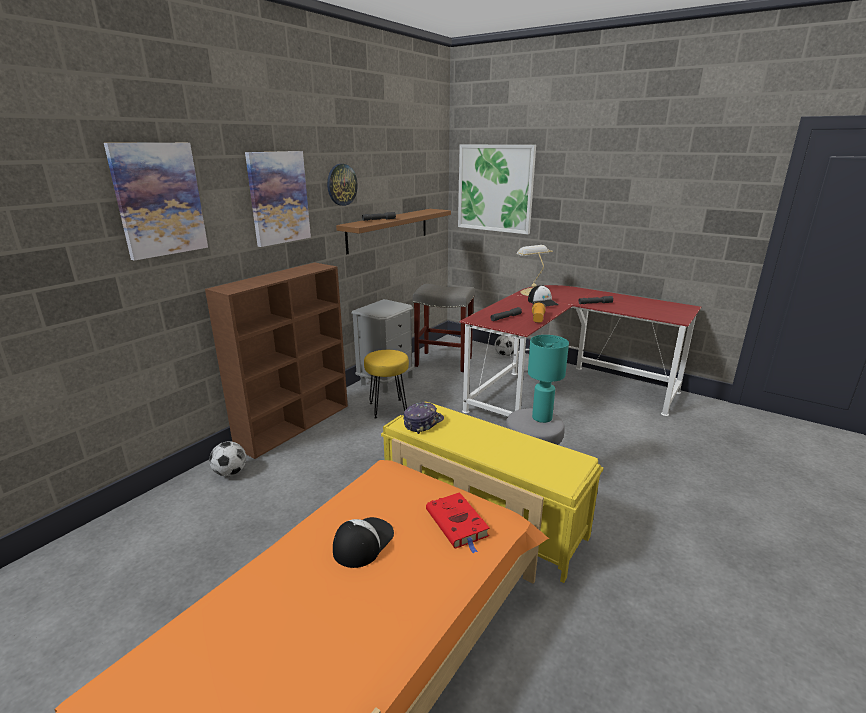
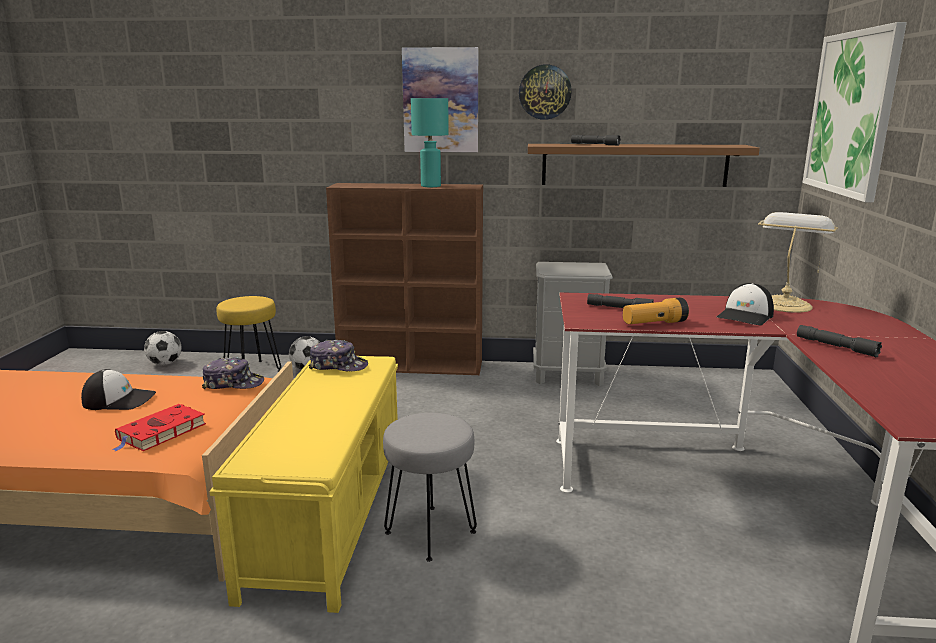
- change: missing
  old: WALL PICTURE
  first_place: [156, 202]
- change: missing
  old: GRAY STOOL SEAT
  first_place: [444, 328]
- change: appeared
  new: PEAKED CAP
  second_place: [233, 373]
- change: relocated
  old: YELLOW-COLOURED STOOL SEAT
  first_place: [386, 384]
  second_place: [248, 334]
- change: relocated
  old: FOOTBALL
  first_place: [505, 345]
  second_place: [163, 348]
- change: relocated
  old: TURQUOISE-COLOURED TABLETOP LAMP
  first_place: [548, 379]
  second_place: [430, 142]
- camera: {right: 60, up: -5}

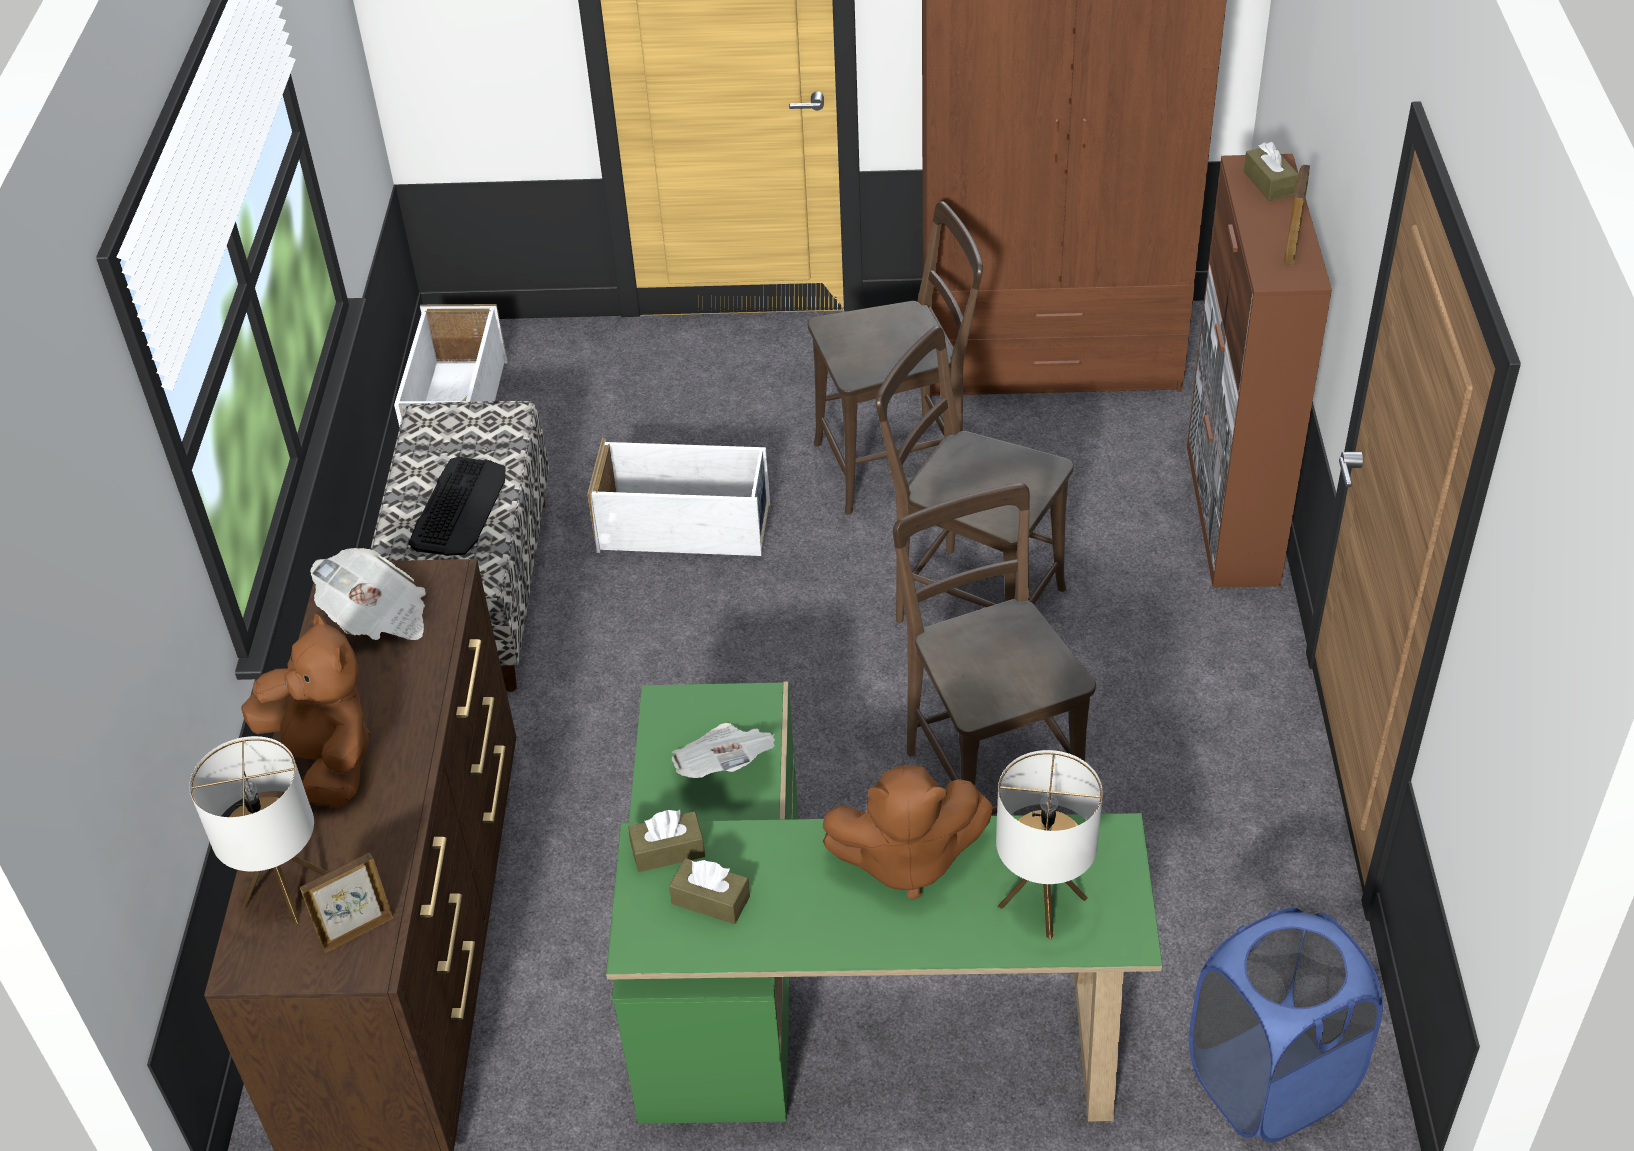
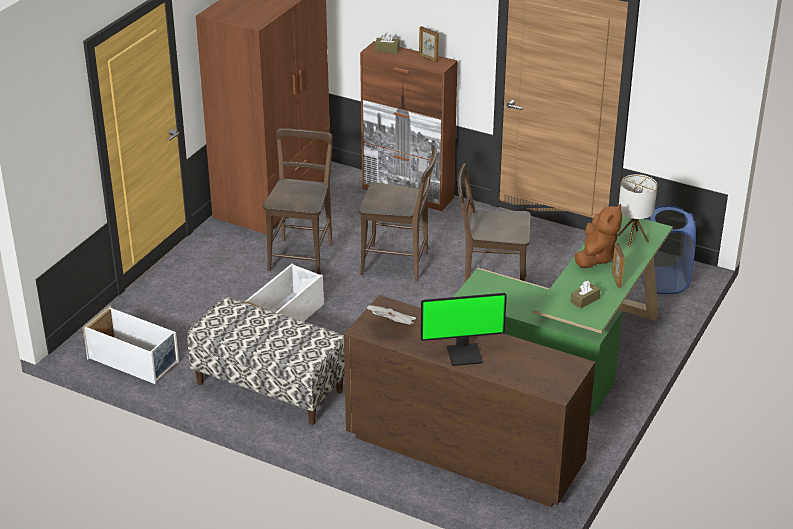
- change: missing
  old: TABLETOP LAMP
  first_place: [259, 830]
- change: missing
  old: PC KEYBOARD
  first_place: [457, 506]
- change: missing
  old: BROWN-COLOURED TISSUE BOX
  first_place: [666, 841]
- change: missing
  old: NEWSPAPER
  first_place: [723, 750]
- change: relocated
  old: PICTURE FRAME
  first_place: [346, 903]
  second_place: [618, 265]
- change: exchanged
  old: BROWN-COLOURED CUDDLY TOY
  new: MONITOR
  first_place: [305, 710]
  second_place: [464, 329]
- change: spun
  old: BROWN-COLOURED PLAIN CHAIR
  first_place: [974, 474]
  second_place: [398, 213]
  degrees: -135
- camera: {right: -65, up: -10}

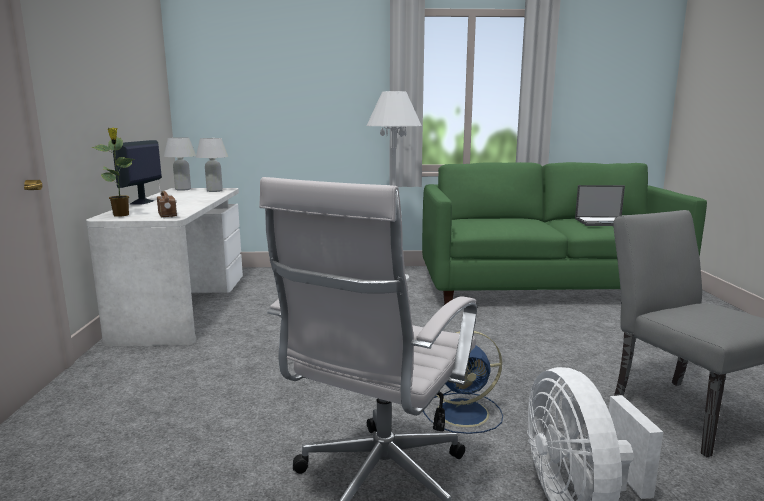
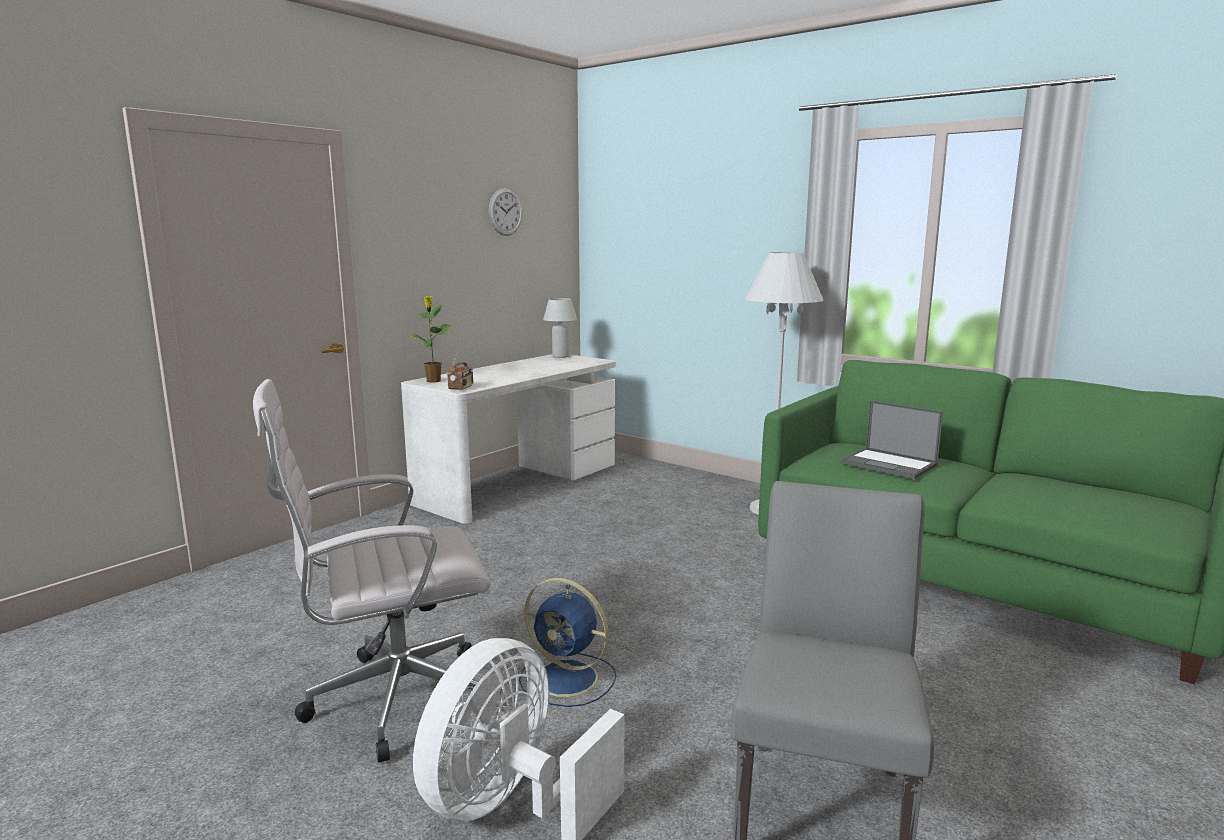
- change: missing
  old: MONITOR
  first_place: [137, 172]
- change: missing
  old: WHITE TABLETOP LAMP
  first_place: [212, 165]
- change: appeared
  new: CLOCK ON THE WALL
  second_place: [505, 212]
- change: relocated
  old: NOTEBOOK COMPUTER
  first_place: [600, 205]
  second_place: [892, 439]
- camera: {right: 40, up: 0}

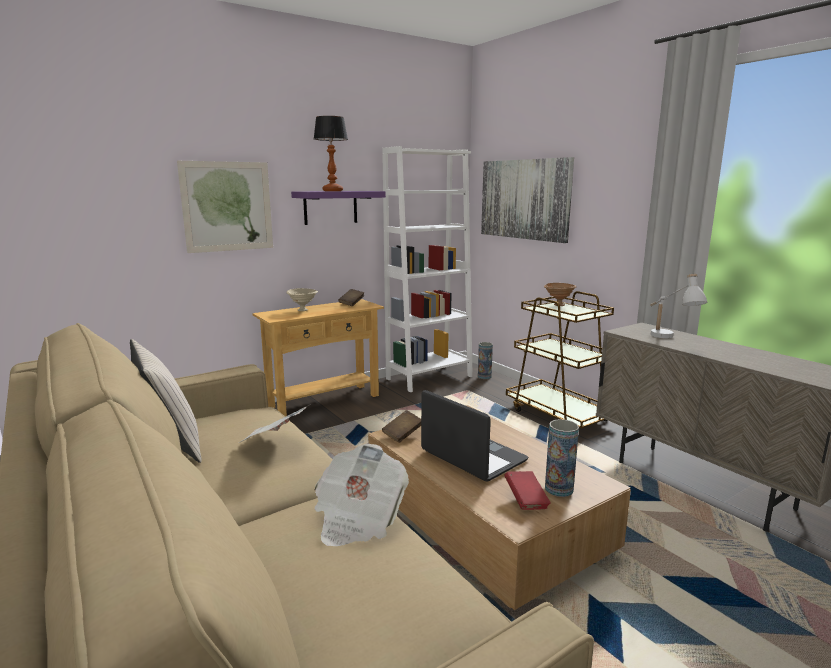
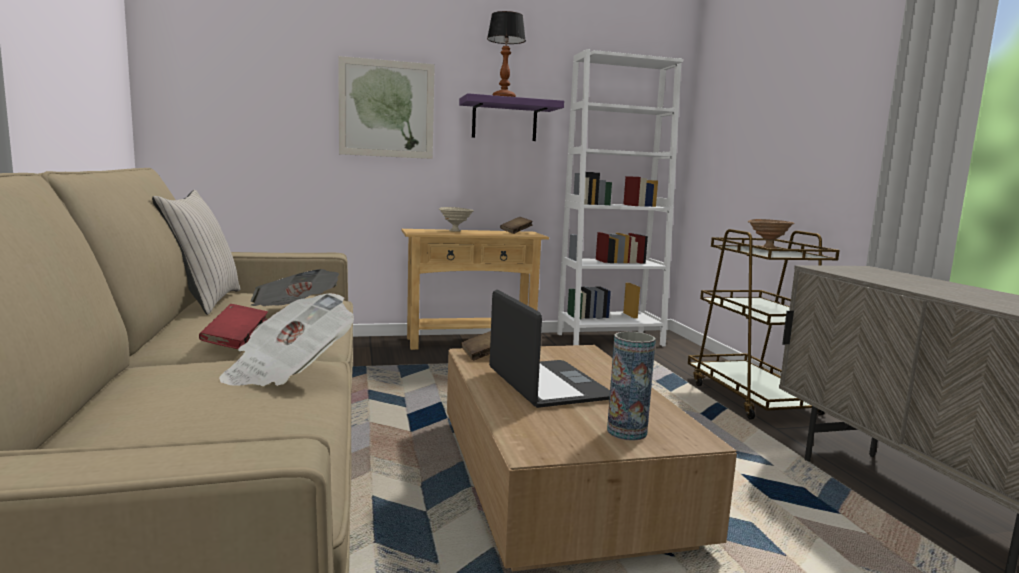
- change: missing
  old: VASE
  first_place: [485, 360]
- change: missing
  old: WALL PICTURE
  first_place: [527, 200]
- change: missing
  old: WHITE TABLETOP LAMP
  first_place: [679, 306]
- change: relocated
  old: REDDISH BOOK
  first_place: [527, 490]
  second_place: [233, 326]
- camera: {right: 20, up: -5}

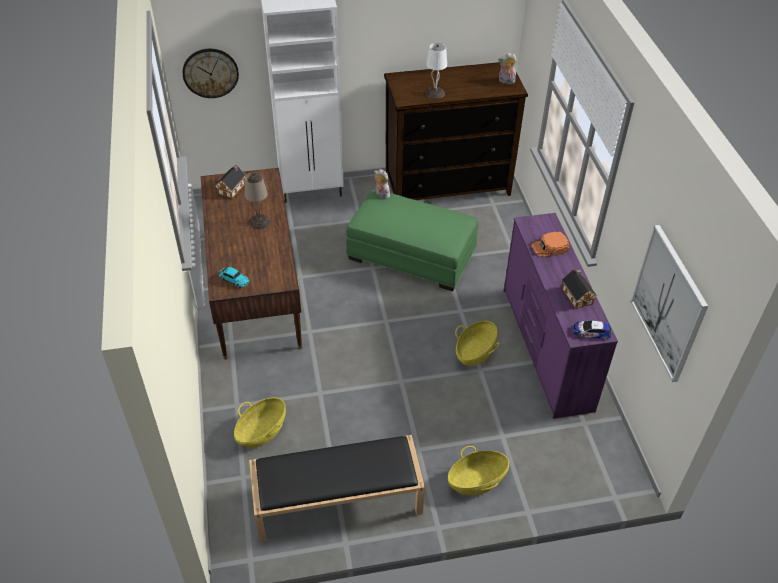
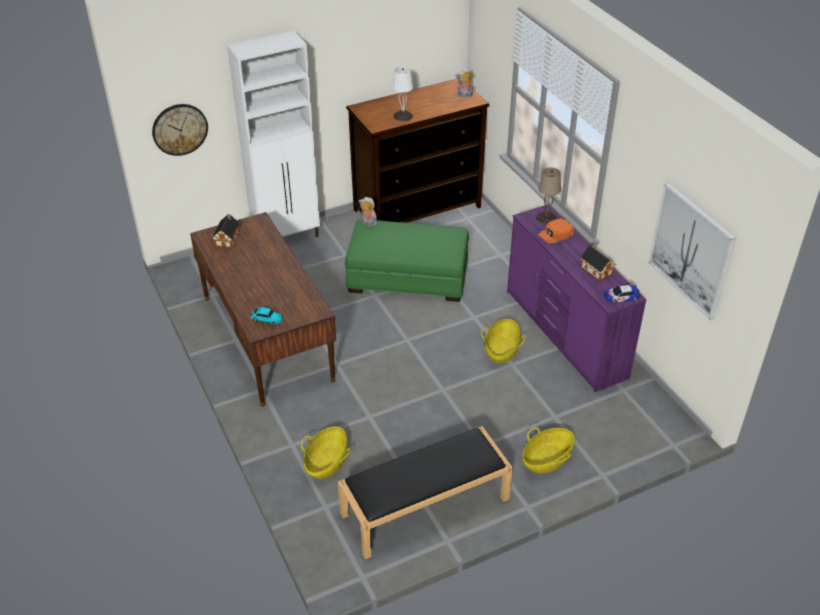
- change: relocated
  old: SAND-COLOURED TABLETOP LAMP
  first_place: [257, 200]
  second_place: [548, 195]
- camera: {right: -15, up: -5}

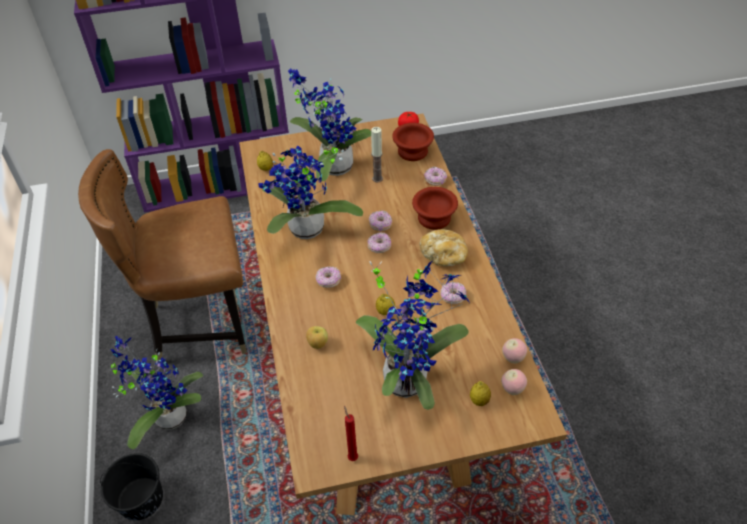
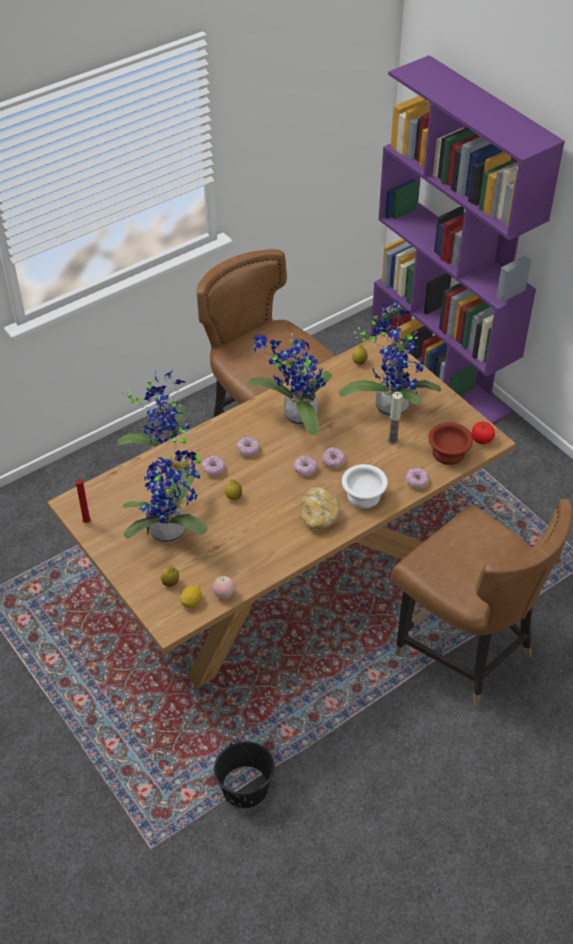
- change: appeared
  new: BROWN-COLOURED PLAIN CHAIR
  second_place: [482, 603]
- change: relocated
  old: BLACK-COLOURED BUCKET
  first_place: [131, 487]
  second_place: [244, 774]
- change: relocated
  old: DONUT
  first_place: [453, 293]
  second_place: [213, 466]
- change: exchanged
  old: APPLE
  new: LEMON
  first_place: [514, 382]
  second_place: [191, 596]
- change: colour
  old: BROWN-COLOURED SERVING BOWL
  new: WHITE SERVING BOWL
  first_place: [435, 208]
  second_place: [365, 486]
- camera: {right: 65, up: 0}

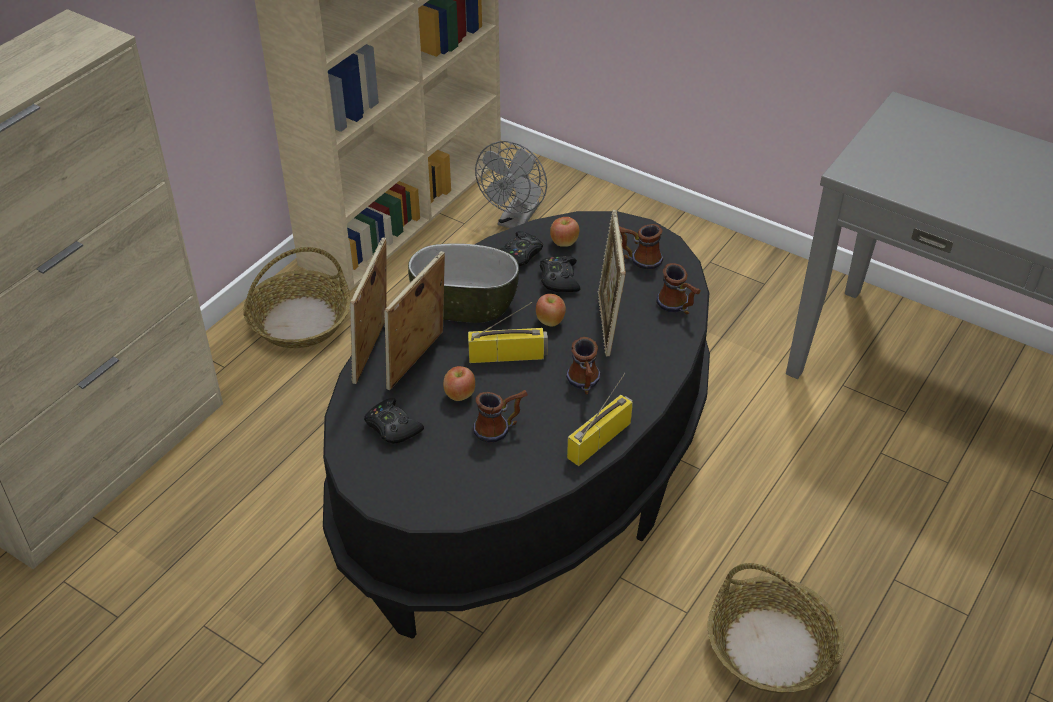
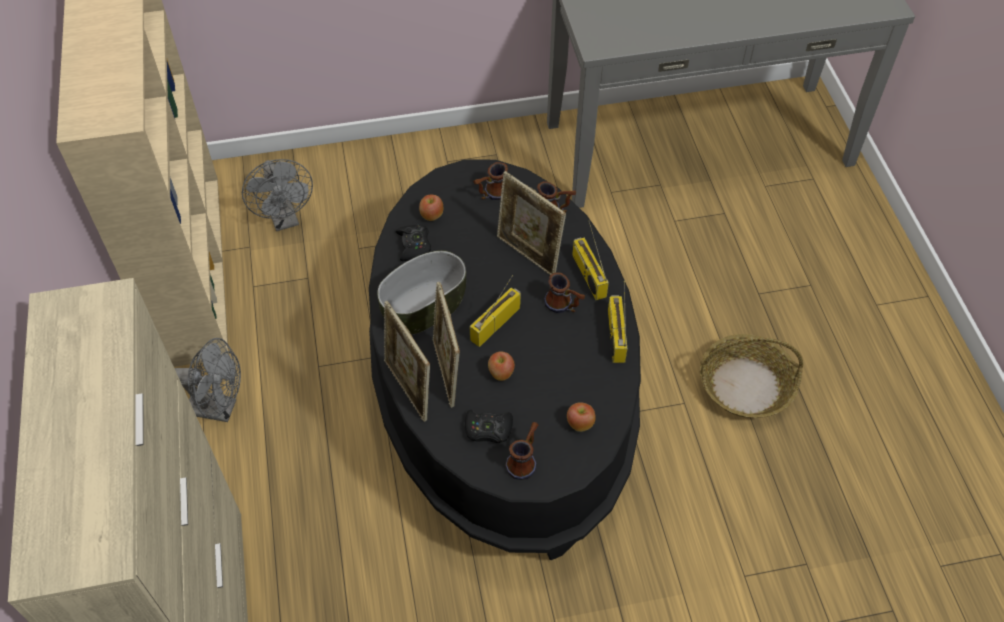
- change: missing
  old: BLACK-COLOURED GAME CONTROLLER
  first_place: [560, 274]
- change: appeared
  new: RADIO
  second_place: [590, 261]
- change: relocated
  old: MUG
  first_place: [501, 416]
  second_place: [521, 451]
- change: relocated
  old: APPLE
  first_place: [551, 310]
  second_place: [581, 417]
- change: exchanged
  old: HOUSEHOLD BASKET
  new: GRAY FAN
  first_place: [297, 297]
  second_place: [208, 380]
- camera: {right: -45, up: 10}

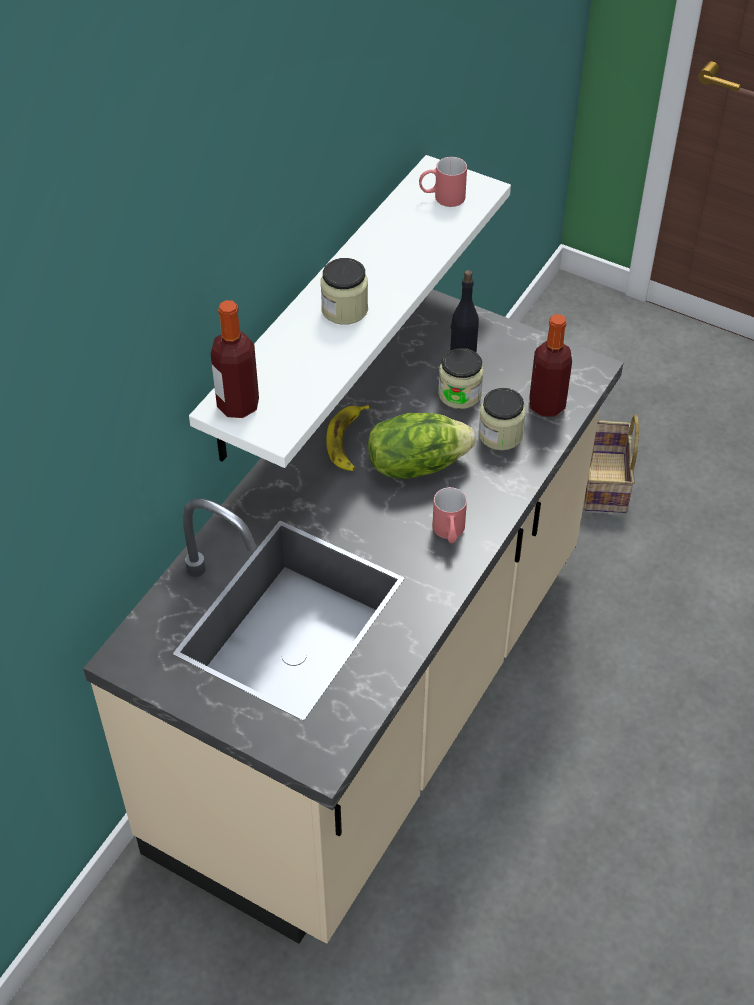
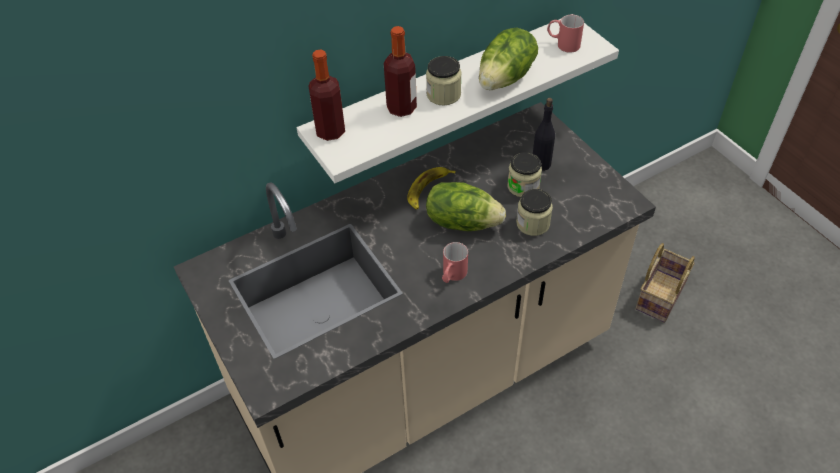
- change: appeared
  new: HEAD OF LETTUCE
  second_place: [508, 59]
- change: relocated
  old: DRINK BOTTLE
  first_place: [550, 365]
  second_place: [400, 71]
- camera: {right: 30, up: 0}

